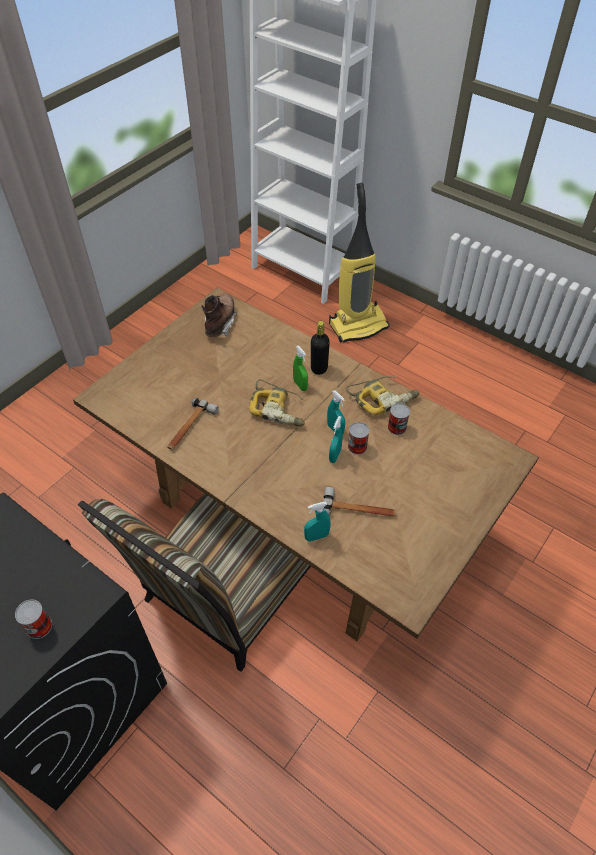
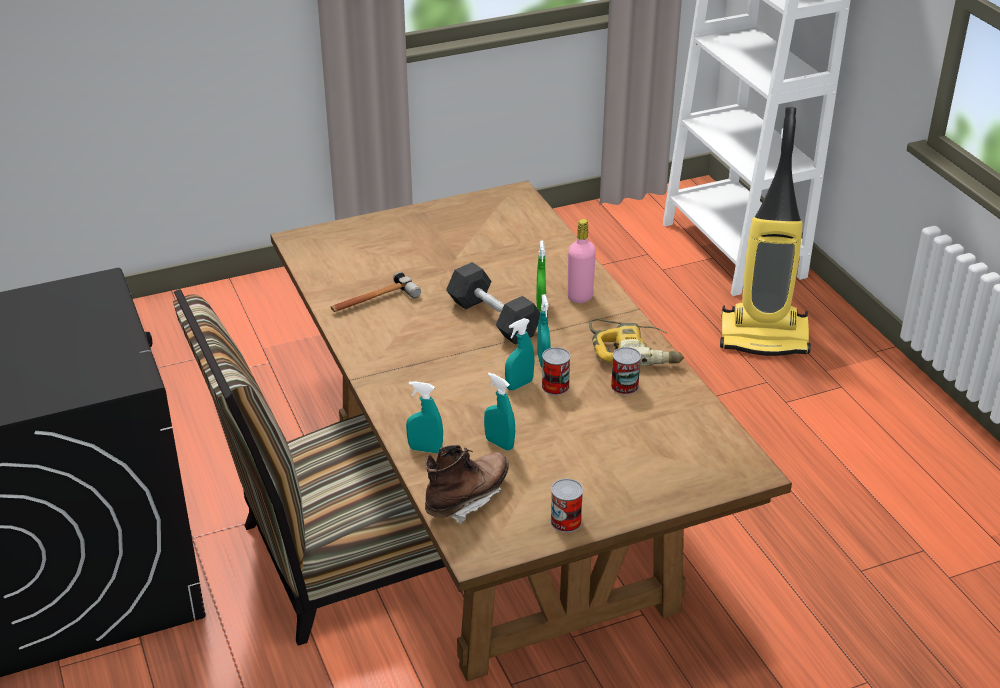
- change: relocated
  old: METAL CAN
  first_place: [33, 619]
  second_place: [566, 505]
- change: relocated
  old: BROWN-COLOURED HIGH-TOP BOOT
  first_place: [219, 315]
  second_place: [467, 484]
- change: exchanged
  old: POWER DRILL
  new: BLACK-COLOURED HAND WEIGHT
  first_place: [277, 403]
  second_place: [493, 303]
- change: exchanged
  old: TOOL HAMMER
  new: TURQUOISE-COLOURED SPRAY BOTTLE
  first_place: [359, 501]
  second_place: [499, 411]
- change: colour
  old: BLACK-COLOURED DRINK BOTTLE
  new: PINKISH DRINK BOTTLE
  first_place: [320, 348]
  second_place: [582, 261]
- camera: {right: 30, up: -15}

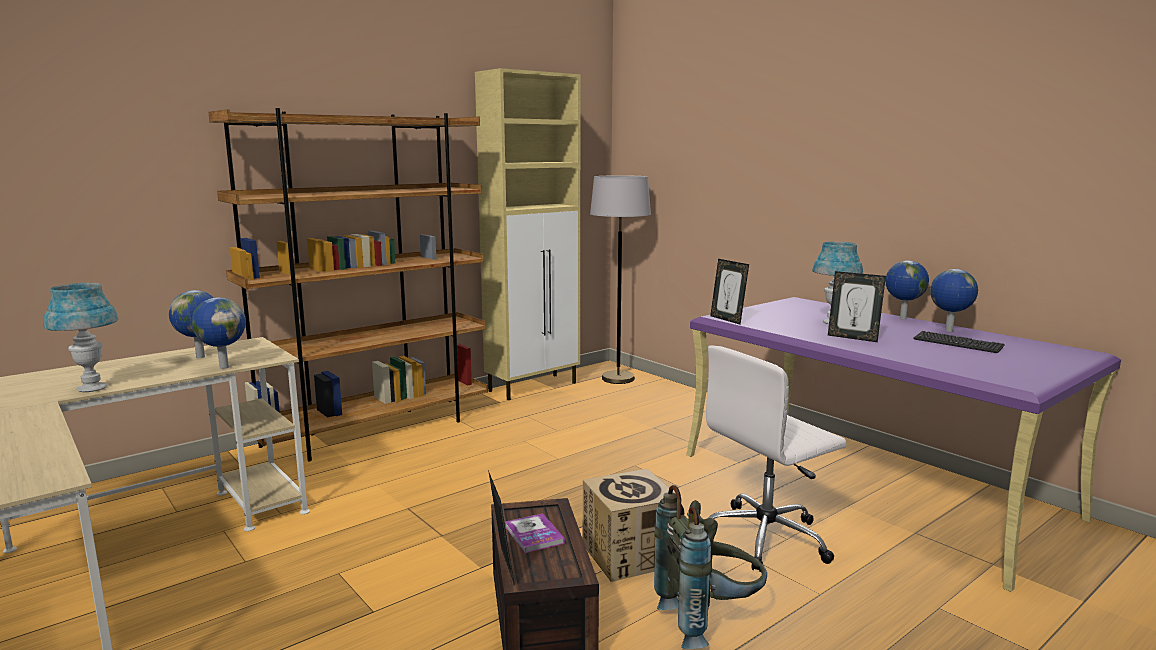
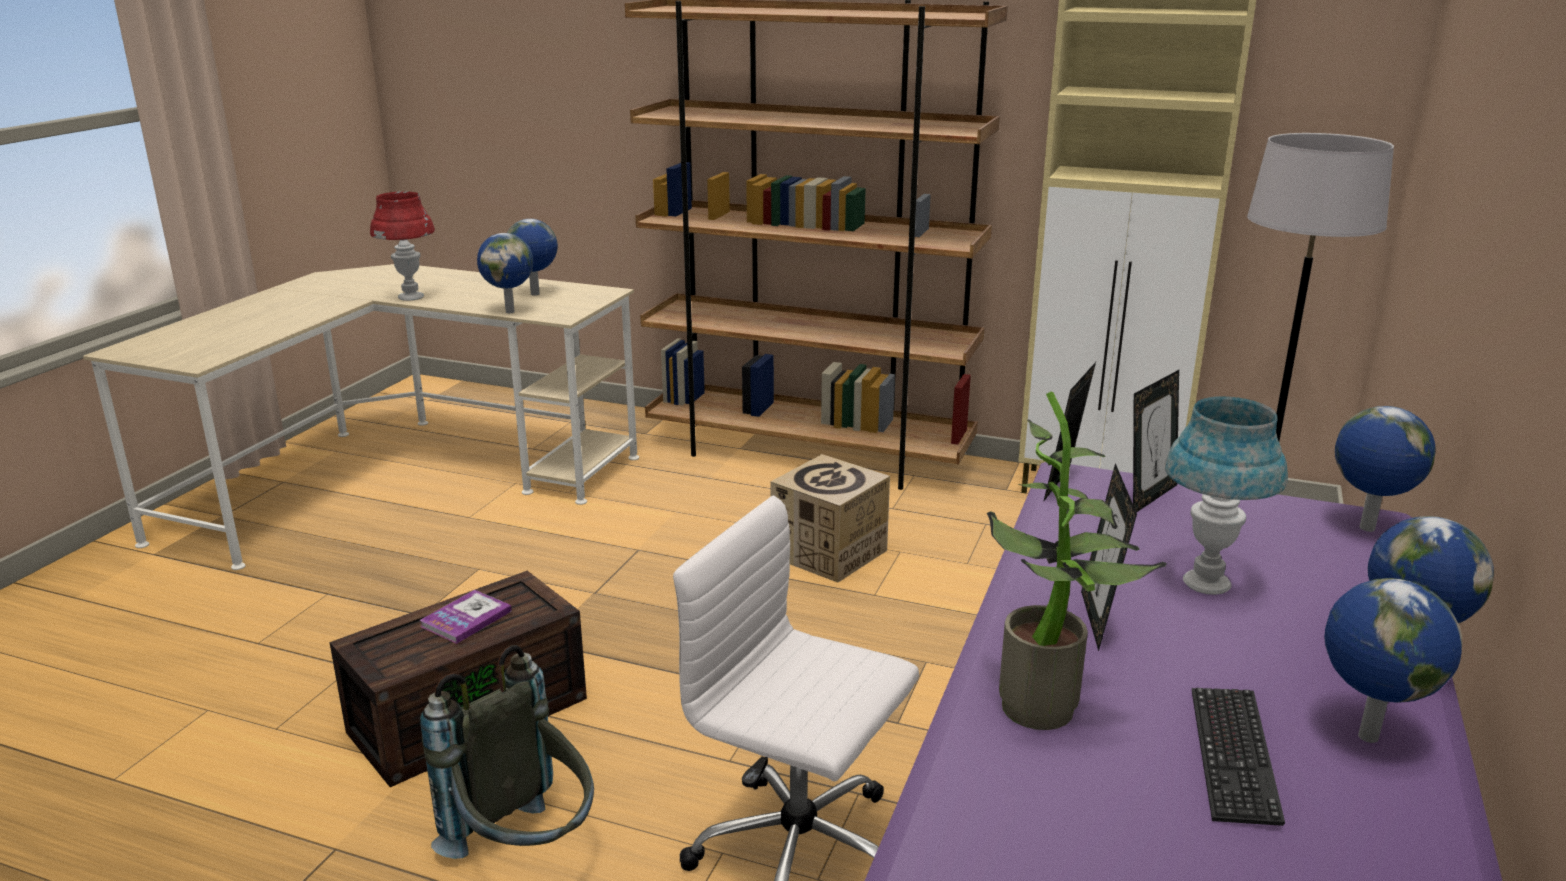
- change: appeared
  new: HOUSEPLANT
  second_place: [1077, 560]
- change: appeared
  new: WORLD GLOBE
  second_place: [1385, 469]
- change: relocated
  old: PICTURE FRAME
  first_place: [501, 527]
  second_place: [1156, 441]
- change: relocated
  old: CARTON
  first_place: [632, 525]
  second_place: [830, 518]
- change: colour
  old: BLUISH TABLETOP LAMP
  new: REDDISH TABLETOP LAMP
  first_place: [81, 337]
  second_place: [402, 246]
- camera: {right: 60, up: 10}

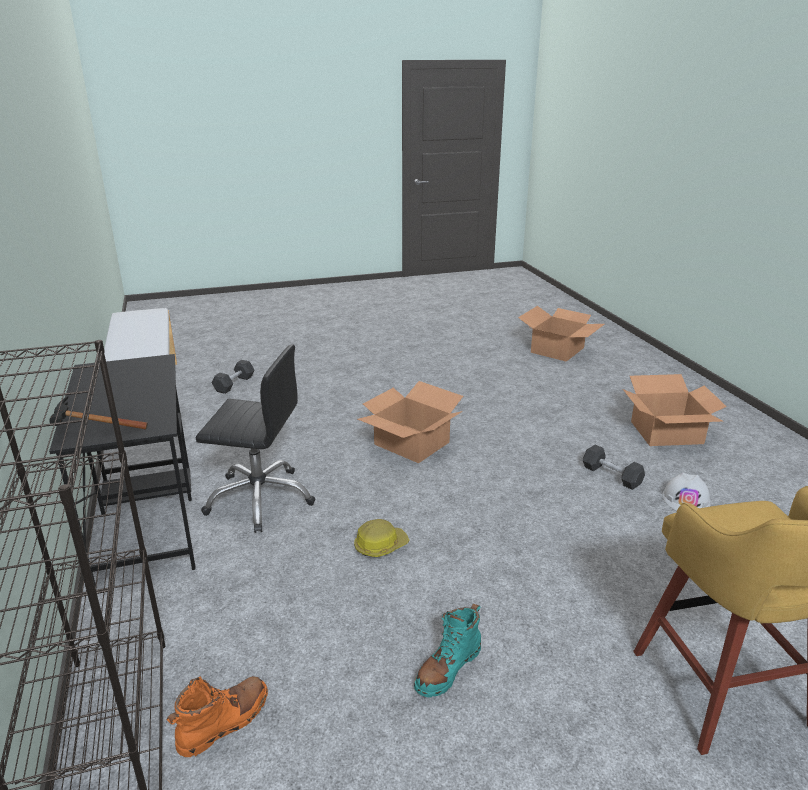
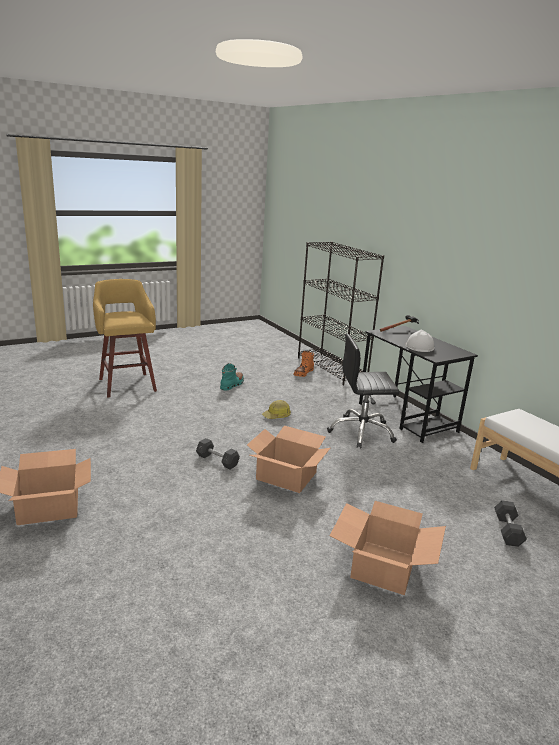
- change: relocated
  old: CARTON
  first_place: [561, 334]
  second_place: [388, 548]
- change: relocated
  old: GRAY HAND WEIGHT
  first_place: [614, 467]
  second_place: [218, 454]
- change: relocated
  old: WHITE WORK HELMET
  first_place: [686, 492]
  second_place: [419, 340]
- camera: {right: 165, up: -5}

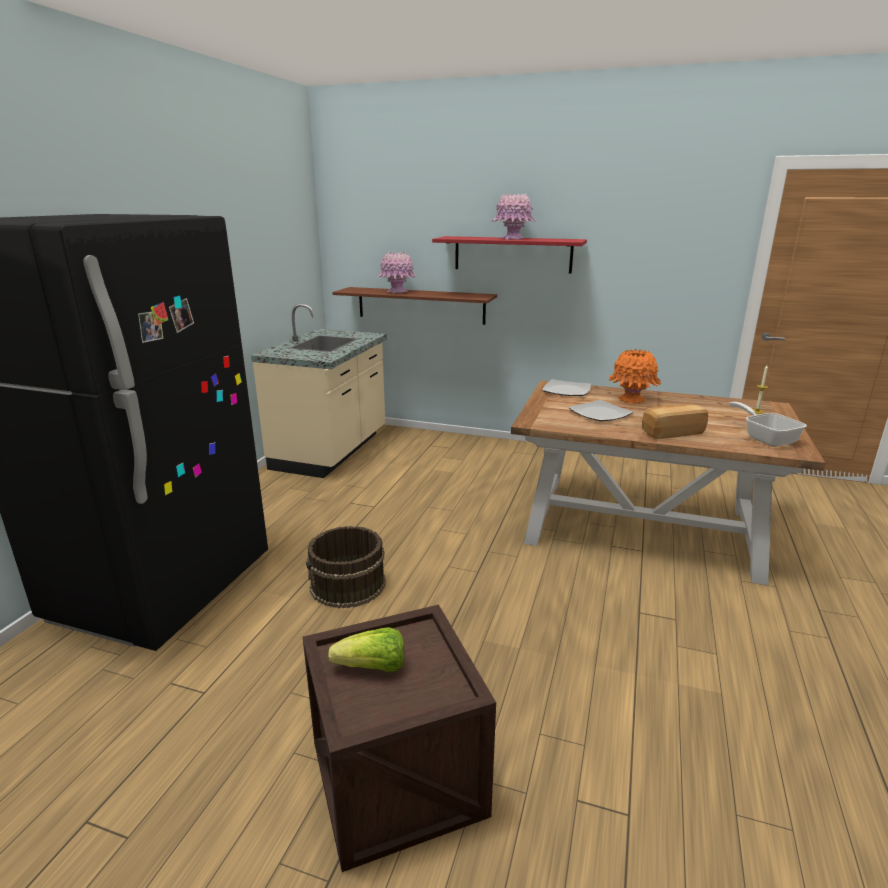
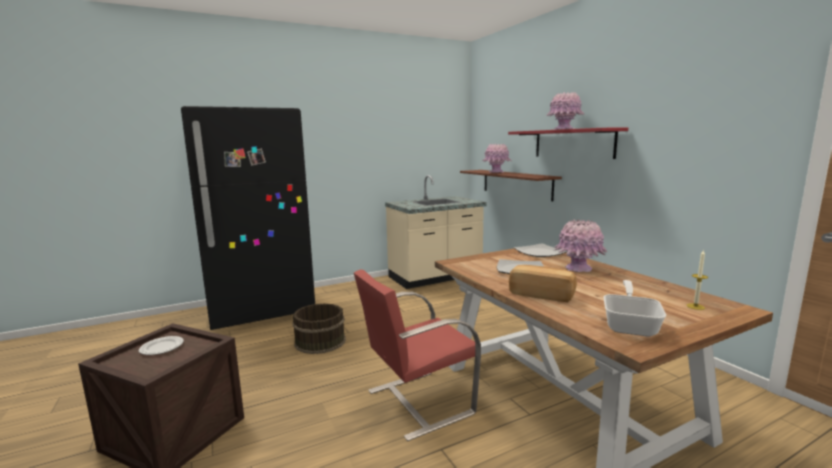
- change: appeared
  new: REDDISH PLAIN CHAIR
  second_place: [417, 355]
- change: exchanged
  old: HEAD OF LETTUCE
  new: FLAT DISH
  first_place: [366, 649]
  second_place: [161, 345]
- change: colour
  old: ORANGE-COLOURED VASE
  new: PINKISH VASE
  first_place: [635, 376]
  second_place: [581, 246]
- camera: {right: 45, up: -10}

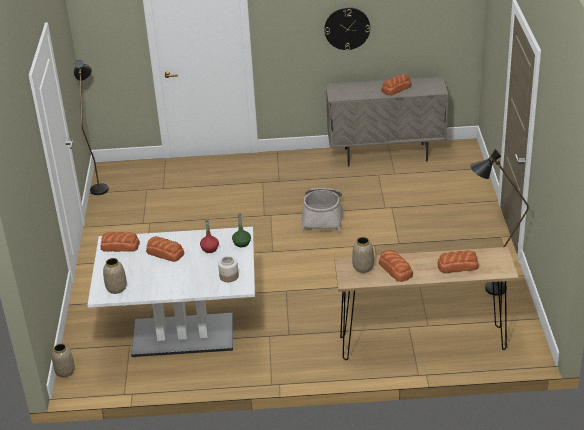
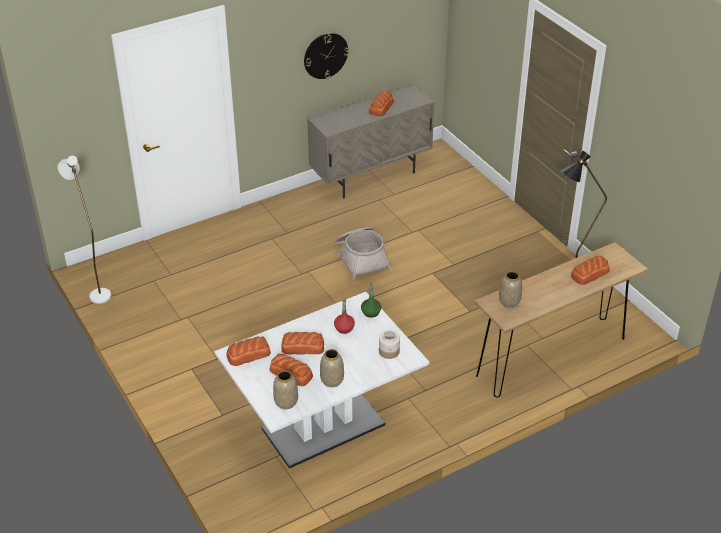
- change: relocated
  old: VASE
  first_place: [63, 360]
  second_place: [332, 368]
- change: relocated
  old: BAKERY BREAD
  first_place: [396, 266]
  second_place: [291, 370]
- change: colour
  old: BLACK-COLOURED STANDARD LAMP
  new: WHITE STANDARD LAMP
  first_place: [91, 127]
  second_place: [84, 230]
- camera: {right: -30, up: 5}

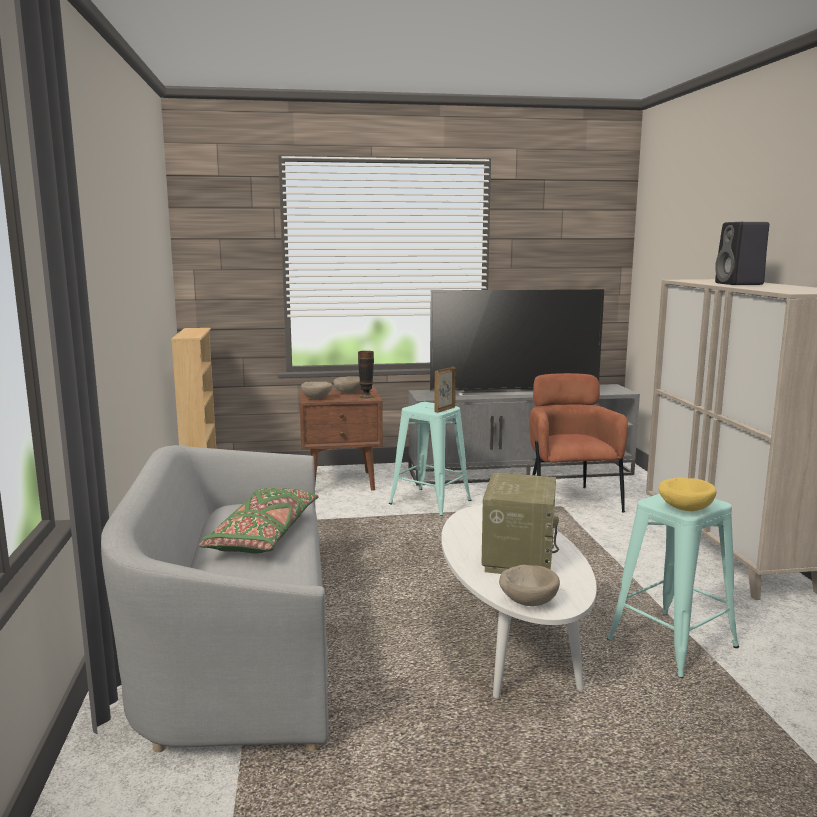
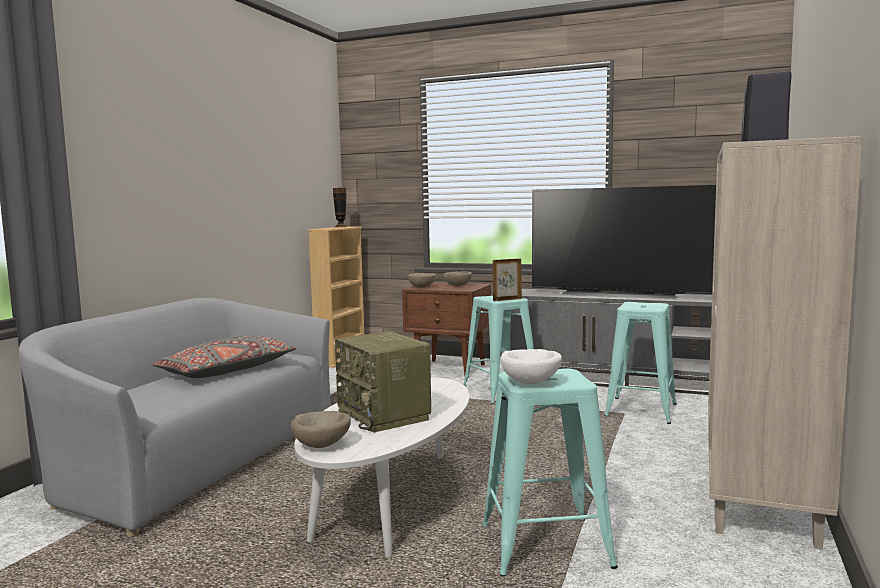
- change: relocated
  old: VASE
  first_place: [366, 375]
  second_place: [340, 207]
- change: exchanged
  old: BROWN-COLOURED ARMCHAIR
  new: TURQUOISE-COLOURED STOOL SEAT
  first_place: [578, 443]
  second_place: [640, 363]
- change: colour
  old: GREEN THROW PILLOW
  new: GRAY THROW PILLOW
  first_place: [259, 521]
  second_place: [224, 356]
- change: colour
  old: YELLOW-COLOURED SERVING BOWL
  new: WHITE SERVING BOWL
  first_place: [688, 494]
  second_place: [531, 366]
- change: spun
  old: RADIO
  first_place: [520, 523]
  second_place: [383, 382]
  degrees: 105
- camera: {right: 30, up: -5}

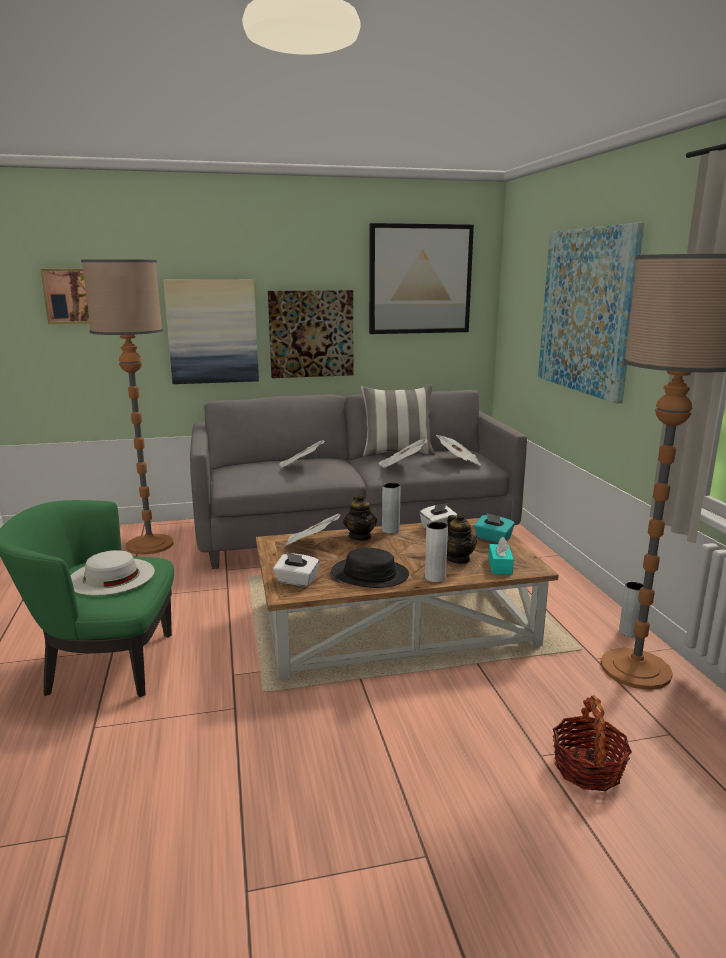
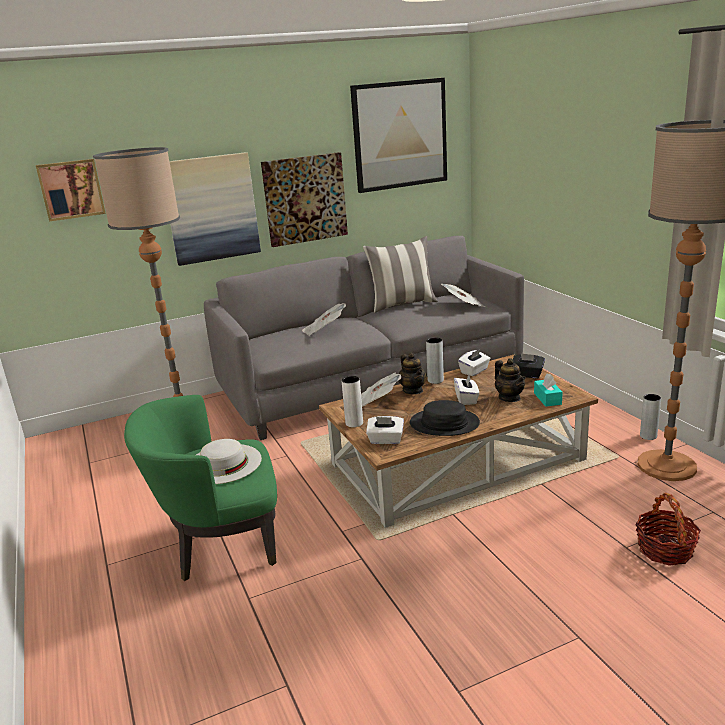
- change: missing
  old: NEWSPAPER
  first_place: [403, 453]
- change: missing
  old: WALL PICTURE
  first_place: [591, 313]
- change: appeared
  new: WHITE TISSUE BOX
  second_place: [466, 389]
- change: relocated
  old: WHITE VASE
  first_place: [436, 552]
  second_place: [352, 401]
- change: colour
  old: TURQUOISE-COLOURED TISSUE BOX
  new: BLACK-COLOURED TISSUE BOX
  first_place: [494, 528]
  second_place: [529, 365]
- camera: {right: -10, up: 5}

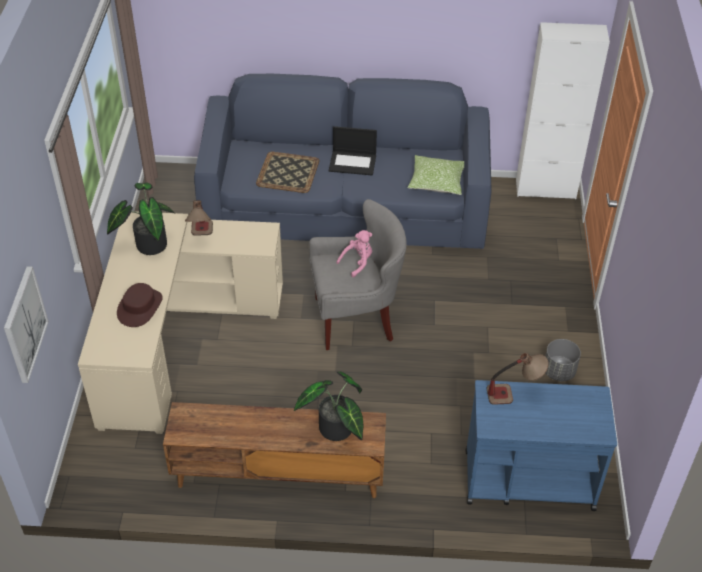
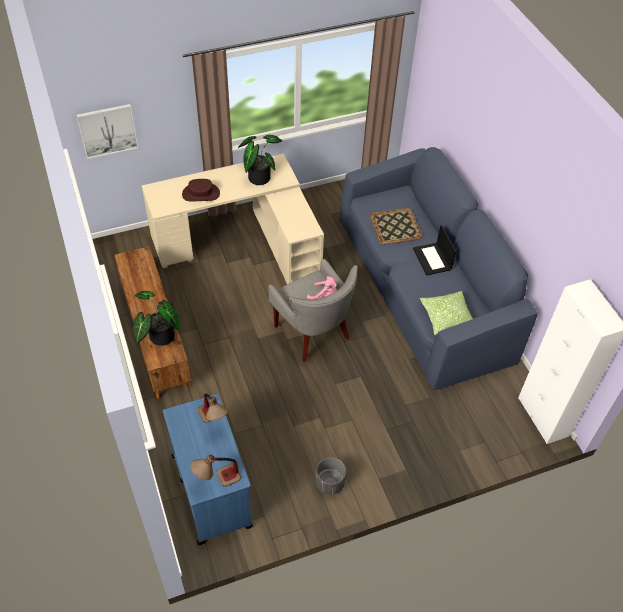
- change: relocated
  old: TABLETOP LAMP
  first_place: [199, 218]
  second_place: [216, 471]
- camera: {right: 65, up: 5}

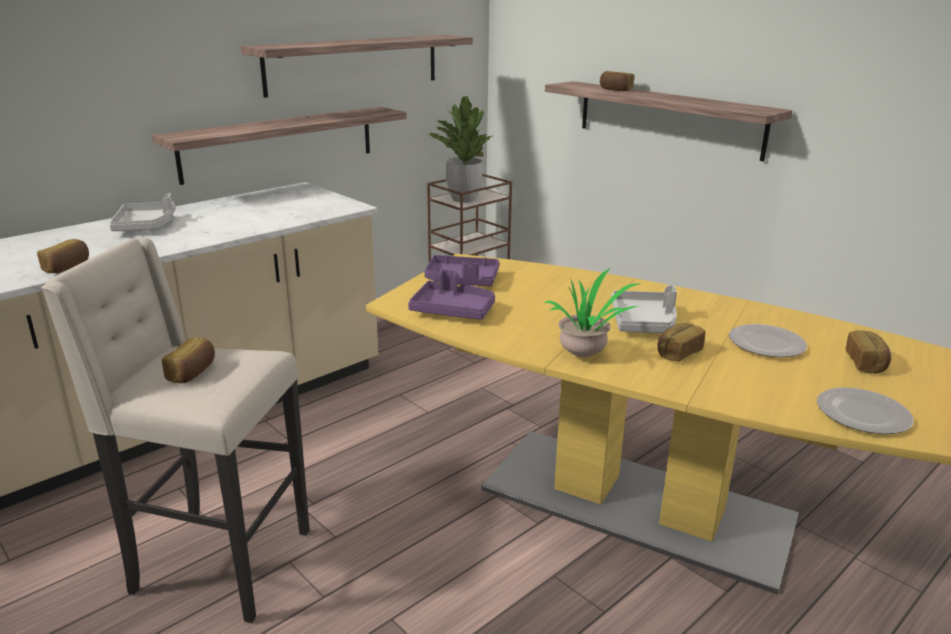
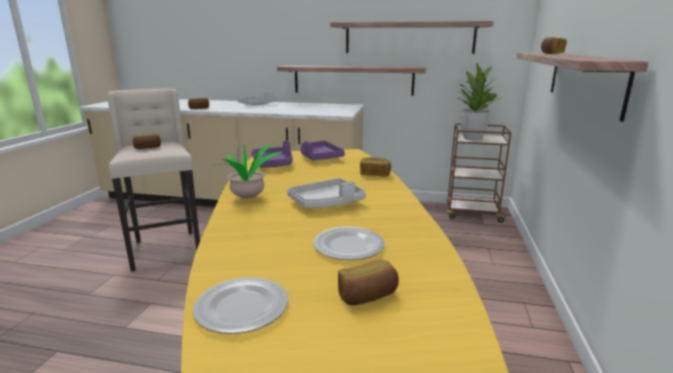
- change: relocated
  old: BAKERY BREAD
  first_place: [681, 342]
  second_place: [375, 167]
- camera: {right: 55, up: -5}

